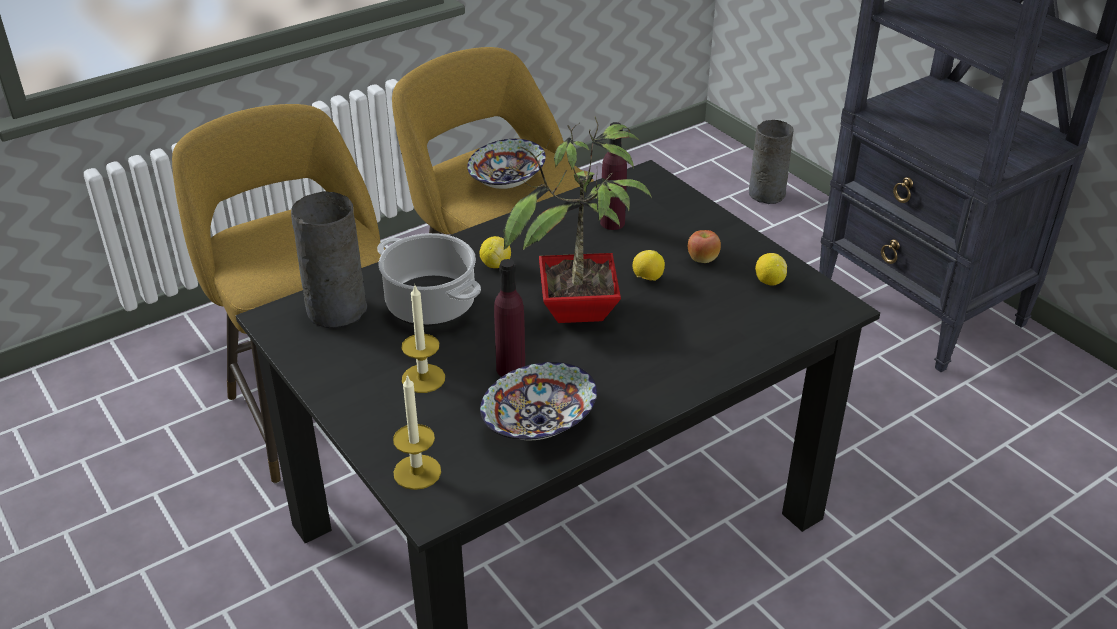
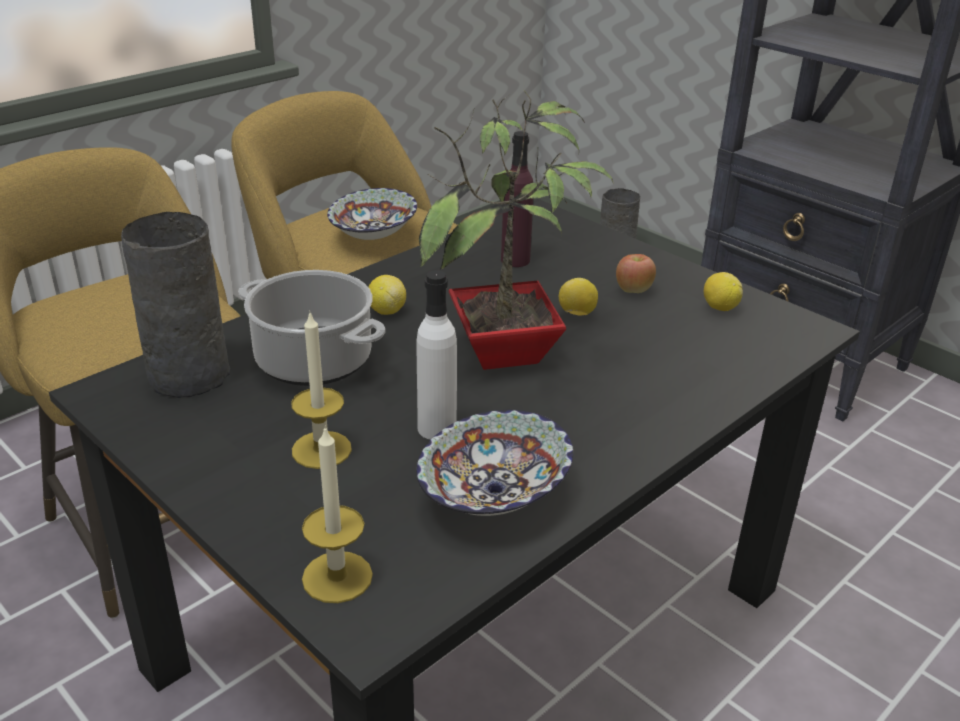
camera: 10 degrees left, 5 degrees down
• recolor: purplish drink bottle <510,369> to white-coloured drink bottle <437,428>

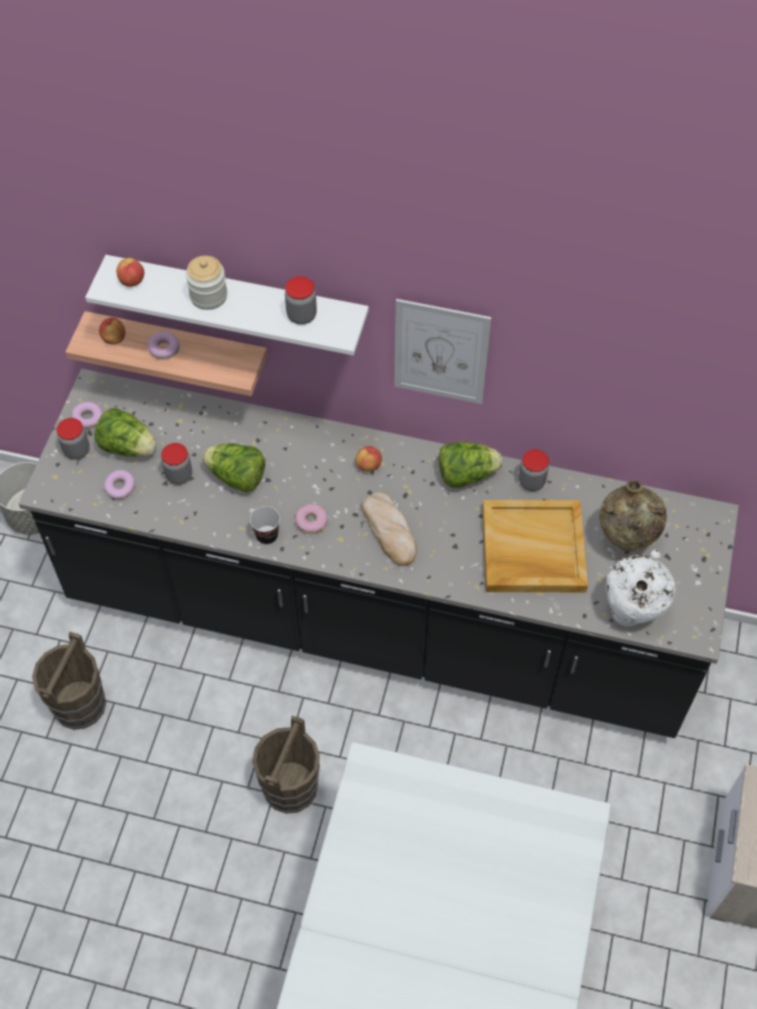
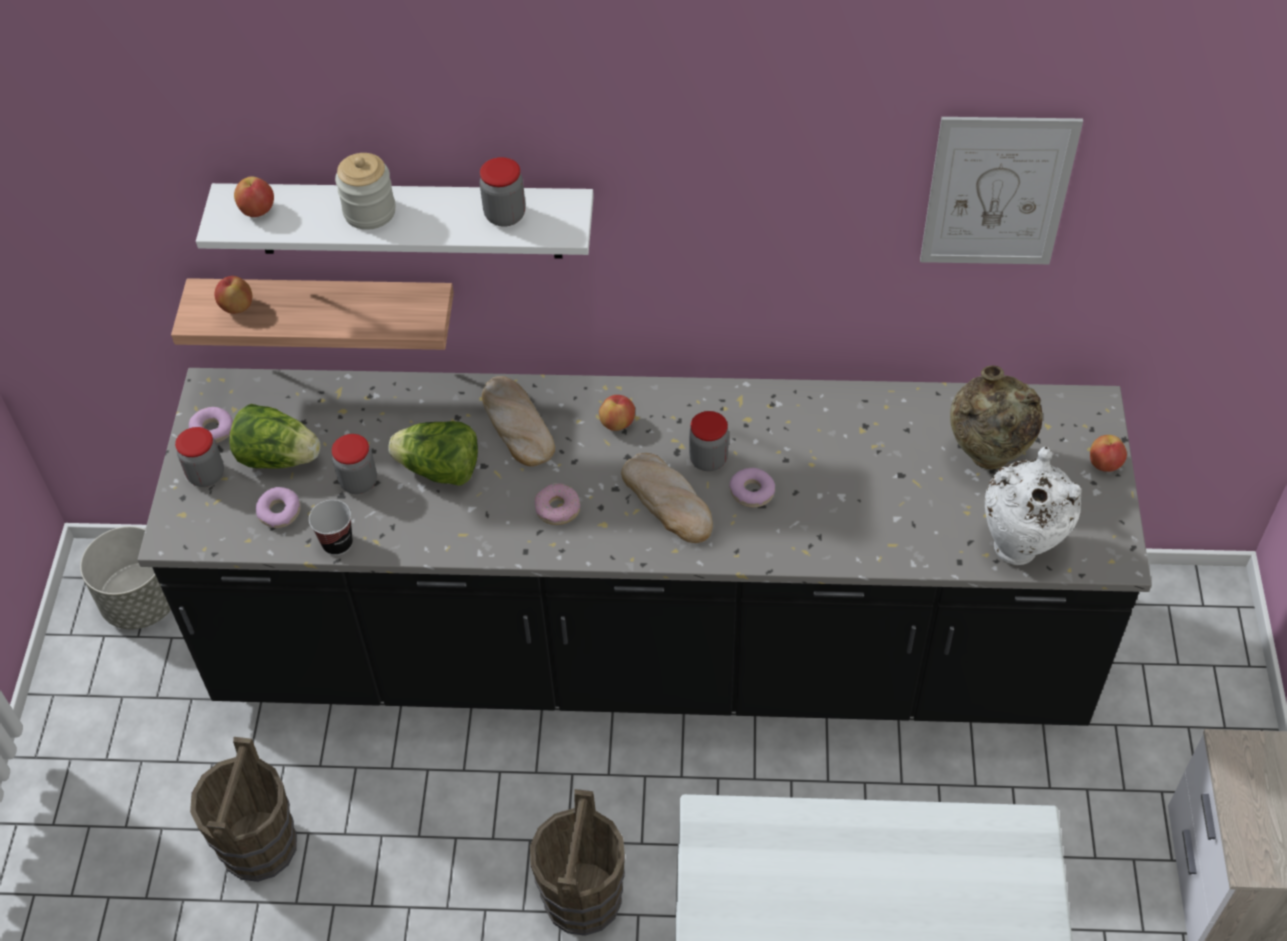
camera: 10 degrees left, 5 degrees down
• move: doughnut <164,349> to <752,492>
• move: drinking cup <267,535> to <337,543>
• move: wall art <441,352> to <997,192>
• delete: lettuce head <466,474>
• delete: beige-coloured tray <532,549>
• move: storage jar <531,482> to <708,459>
• insert: bread <516,424>
• insert: whole apple <1104,464>

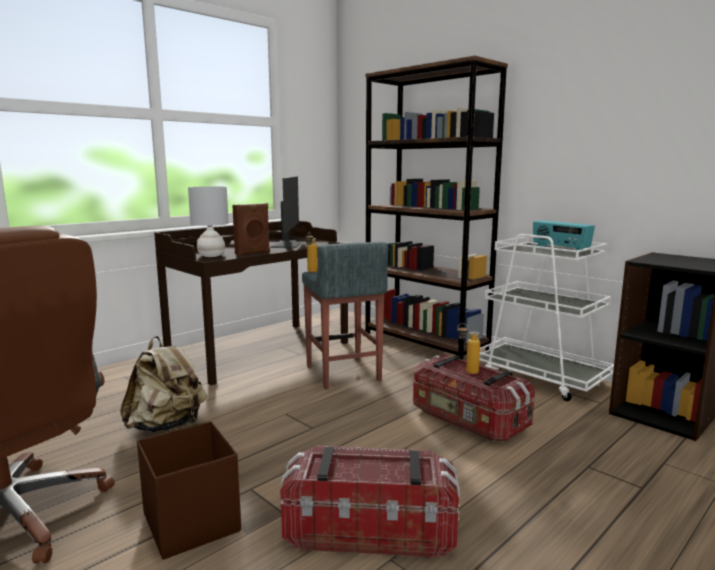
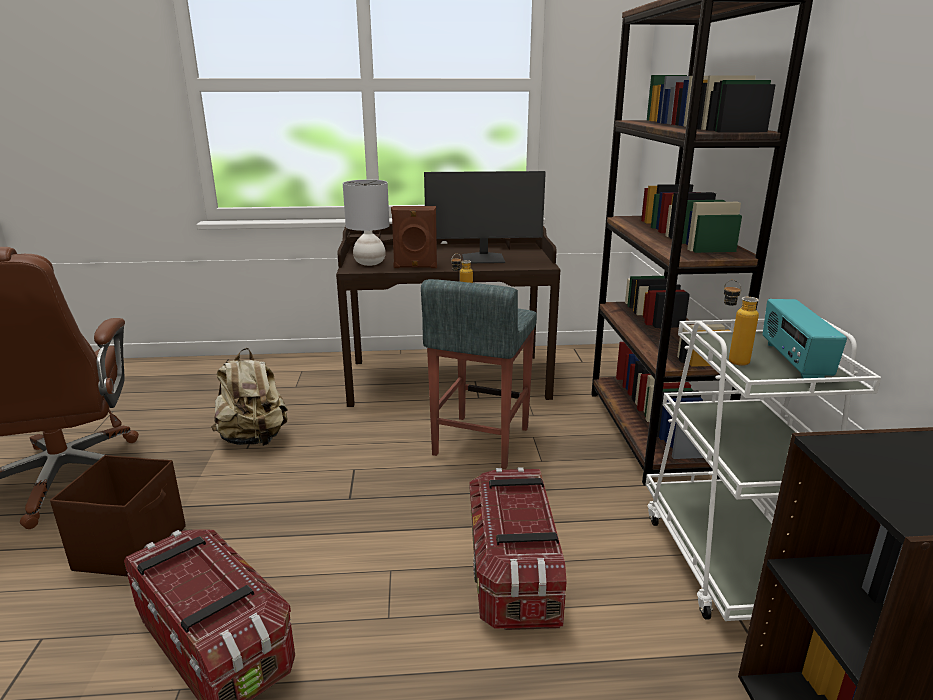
camera: 40 degrees right, 10 degrees up
• rotate: computer display <287,245> = <483,259> 45 degrees clockwise
• move: drink bottle <467,371> to <730,359>

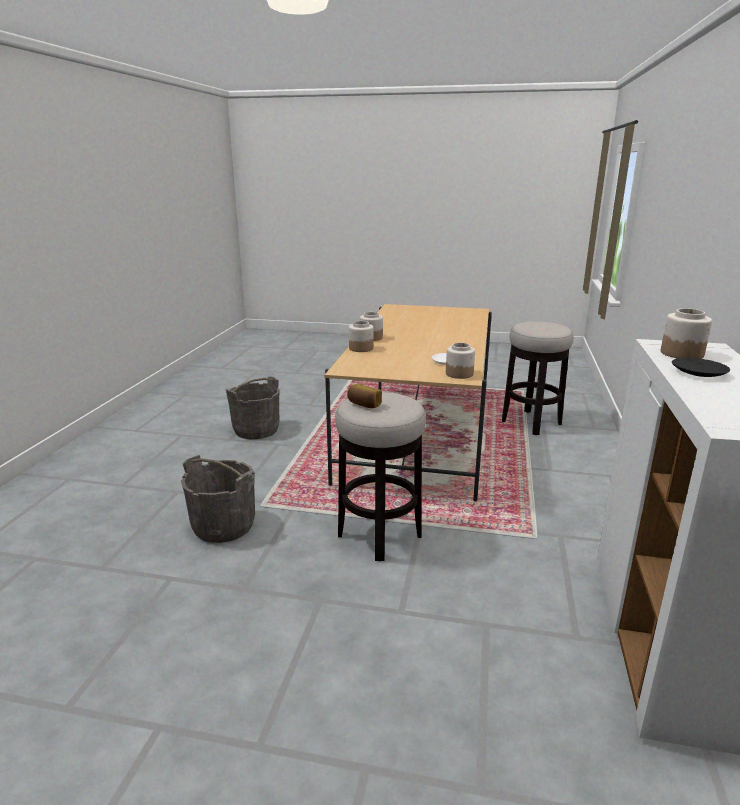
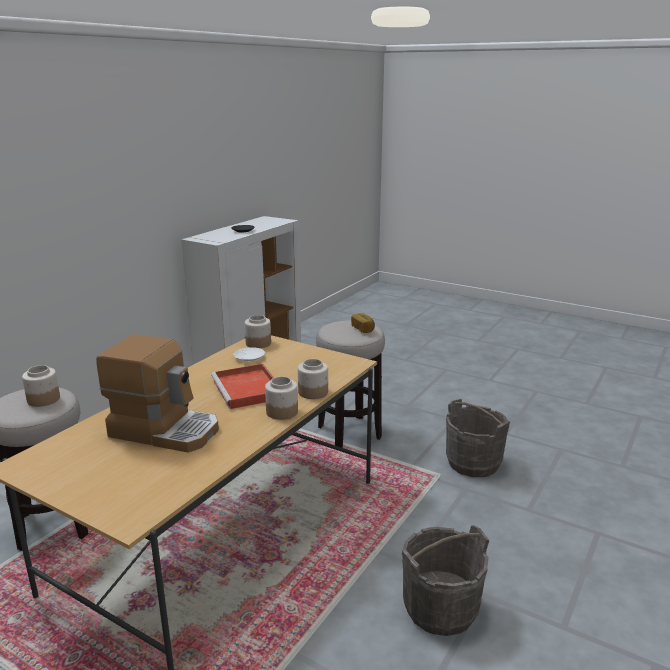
camera: 160 degrees left, 0 degrees up
• move: storage jar <681,353> to <43,399>
• insert: coffee brewer <165,430>
• insert: reddish tray <248,390>

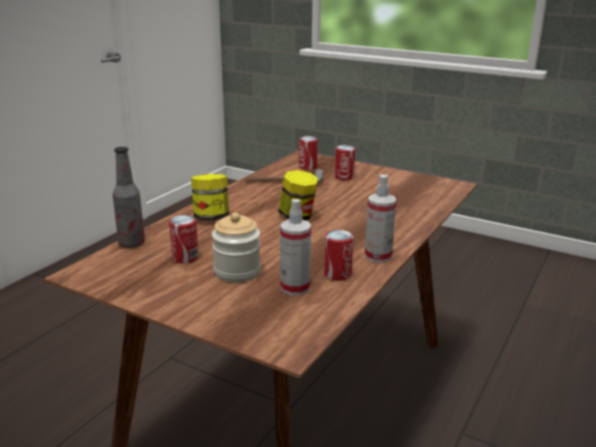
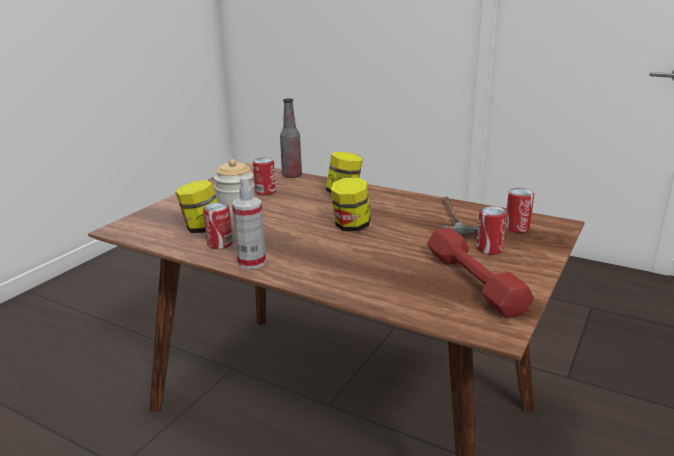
camera: 90 degrees right, 0 degrees up
• replace: spray bottle <295,288> to storage jar <202,228>
• insert: reddish hand weight <473,282>

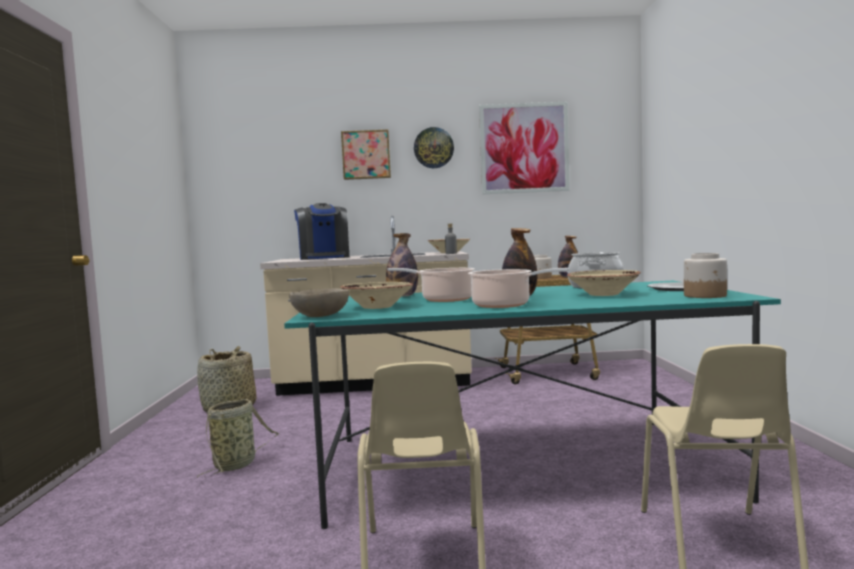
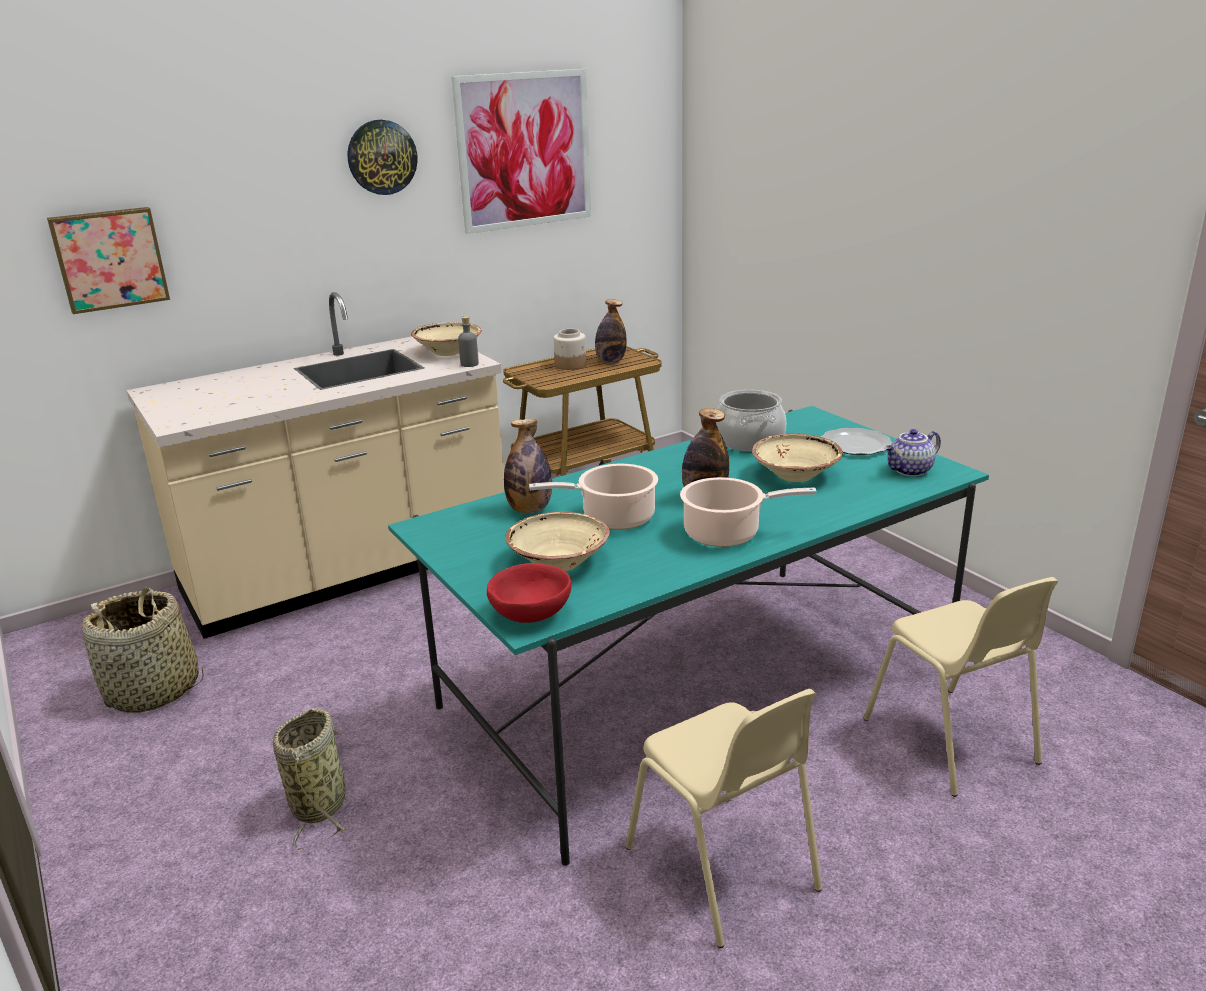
camera: 30 degrees left, 20 degrees up
• recolor: beige-coloured serving bowl <321,316> to reddish serving bowl <531,613>
• delete: coffee brewer <324,258>
• move: wall art <366,155> to <109,259>
• replace: storage jar <705,296> to tea pot <910,471>

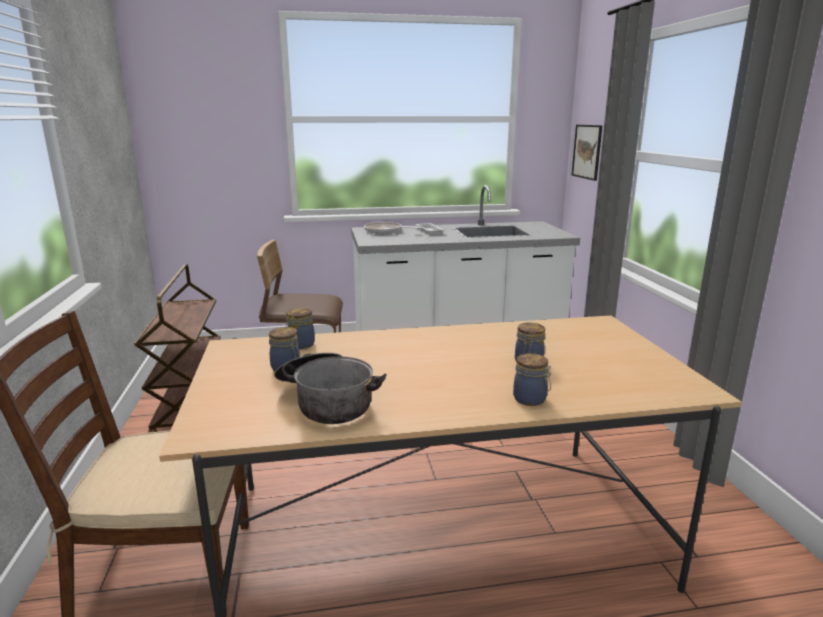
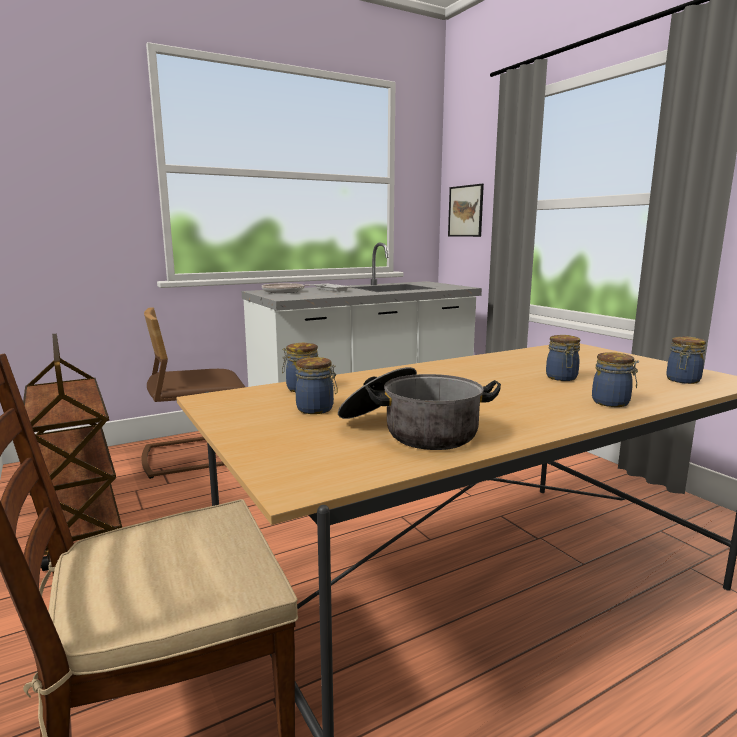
camera: 20 degrees left, 5 degrees down
• insert: storage jar <682,380>

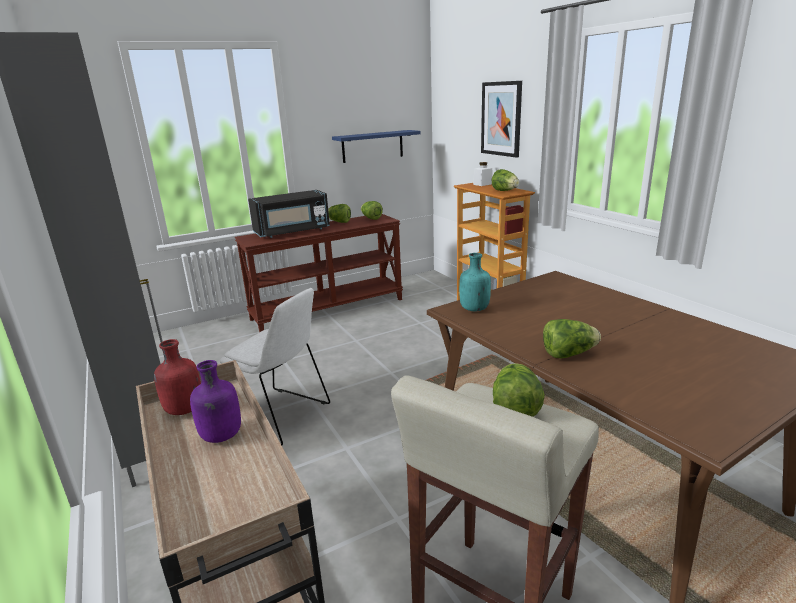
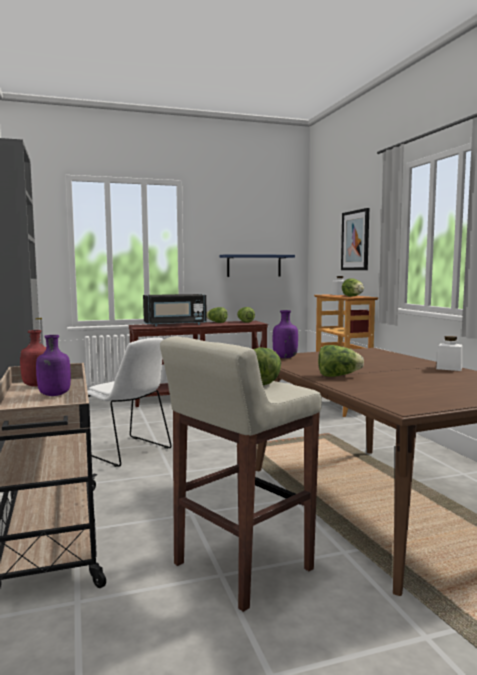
camera: 10 degrees right, 15 degrees down
• recolor: turquoise drink bottle <474,309> to purplish drink bottle <284,357>
• insert: white-coloured storage jar <449,368>

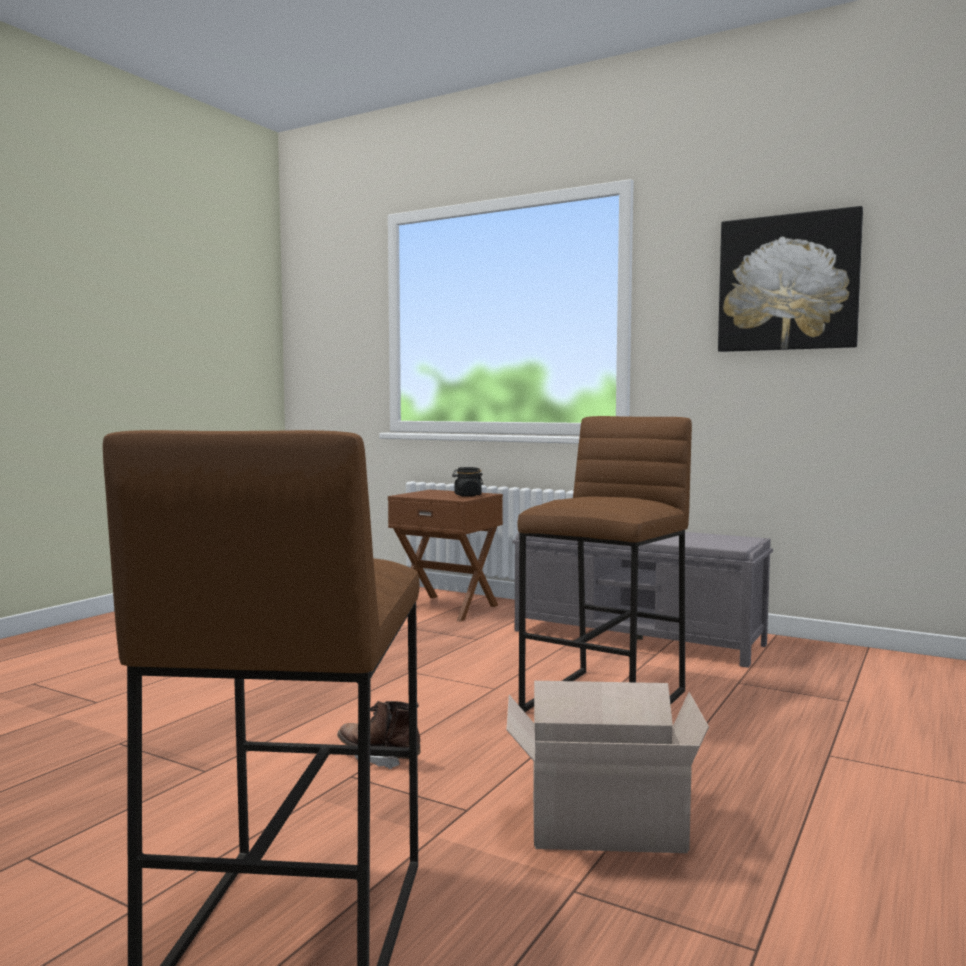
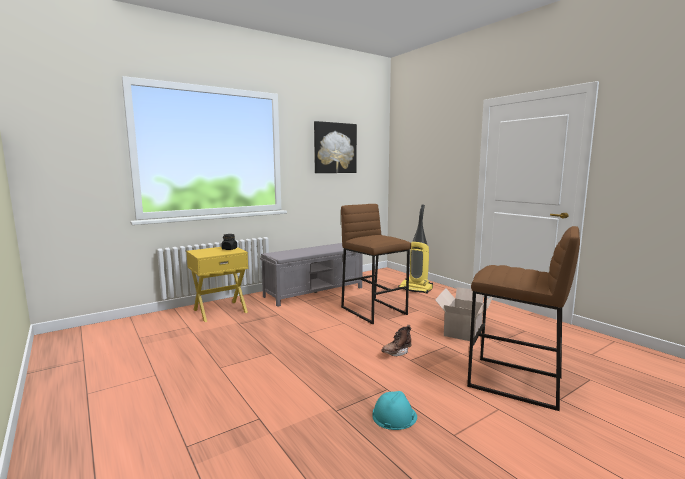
camera: 65 degrees left, 5 degrees up
• recolor: brownish bedside table <447,608> to yellow bedside table <220,311>
• insert: turquoise work helmet <394,416>
• insert: hoover <416,289>

